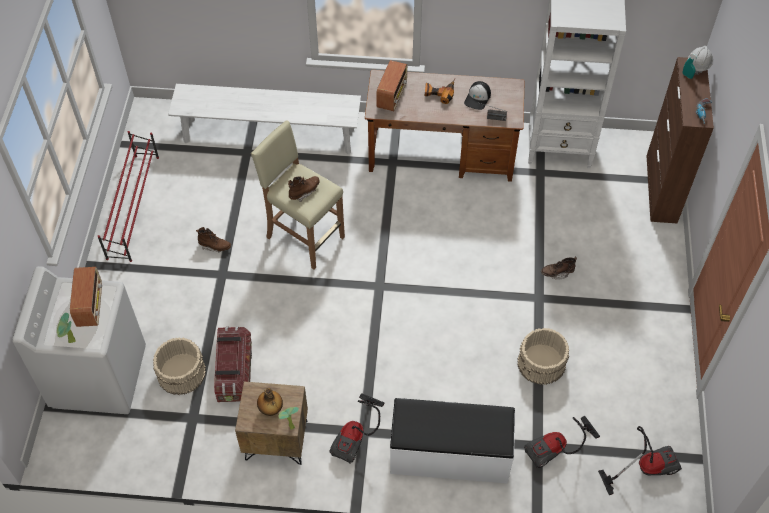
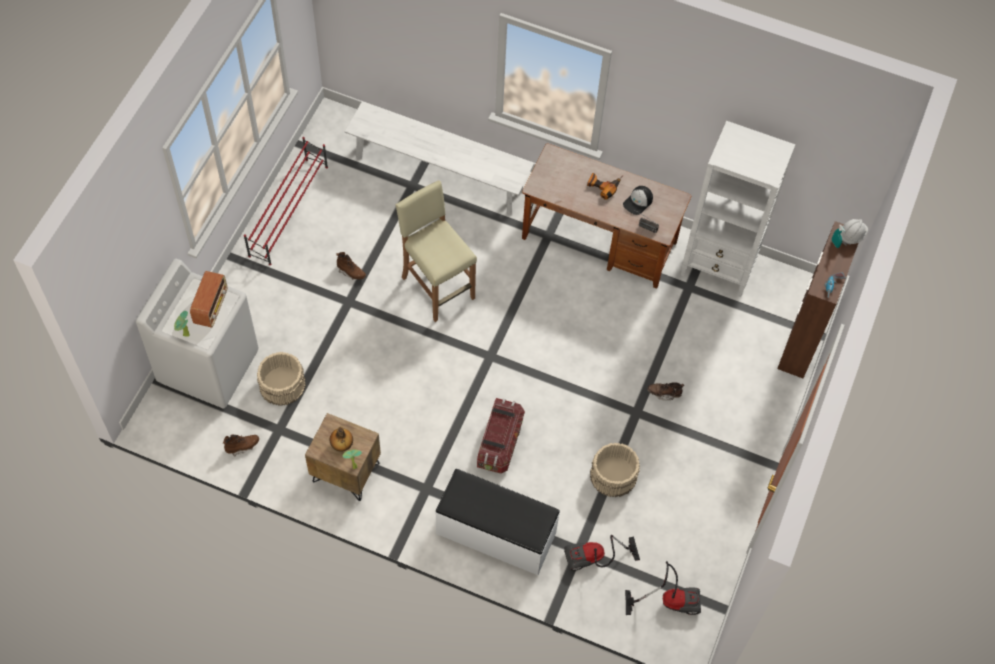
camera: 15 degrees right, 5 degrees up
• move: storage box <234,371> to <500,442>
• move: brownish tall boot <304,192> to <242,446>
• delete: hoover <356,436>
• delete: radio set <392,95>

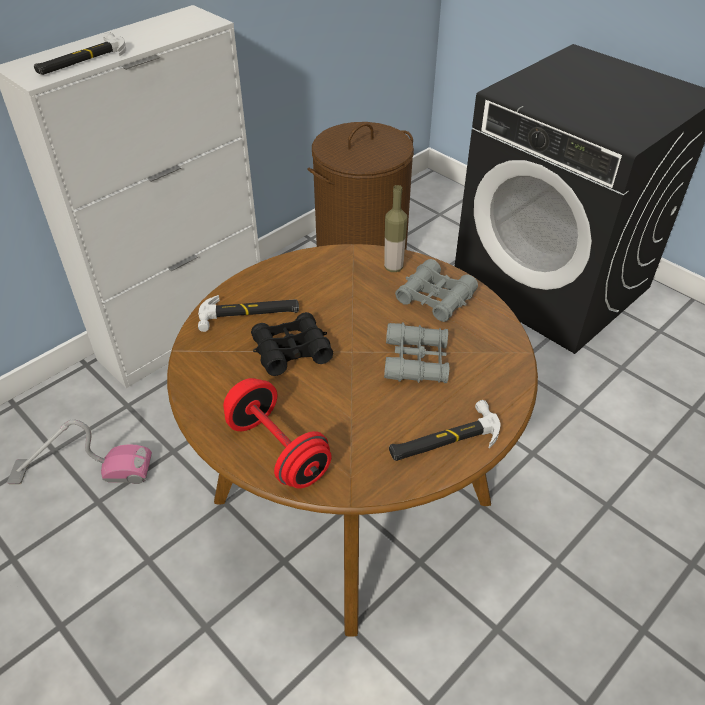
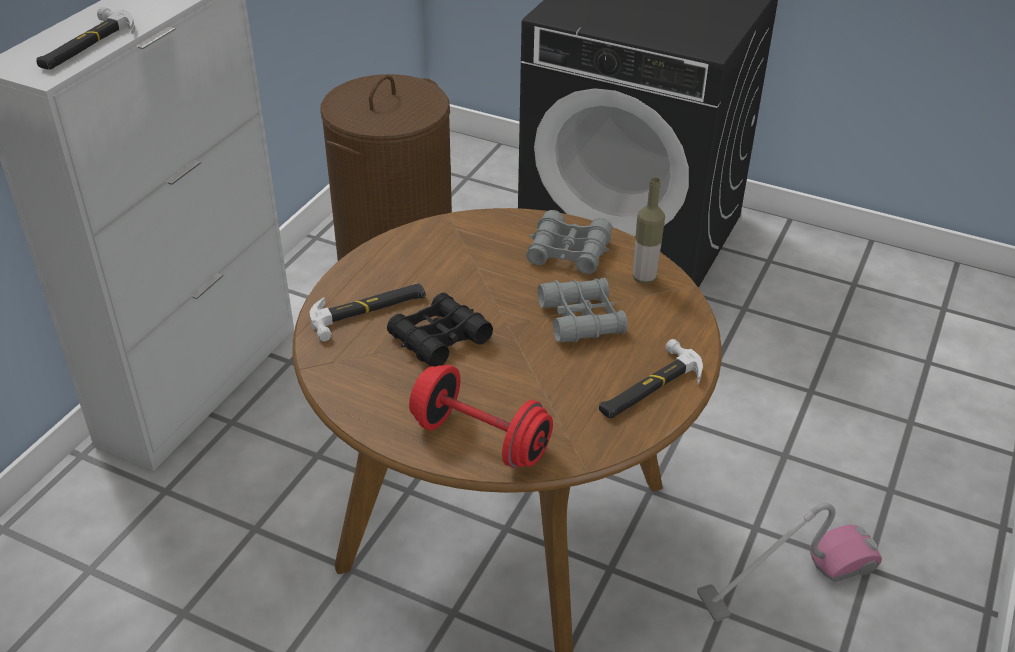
camera: 20 degrees left, 5 degrees down
• move: hoover <82,471> to <788,579>
• move: drink bottle <393,267> to <644,278>

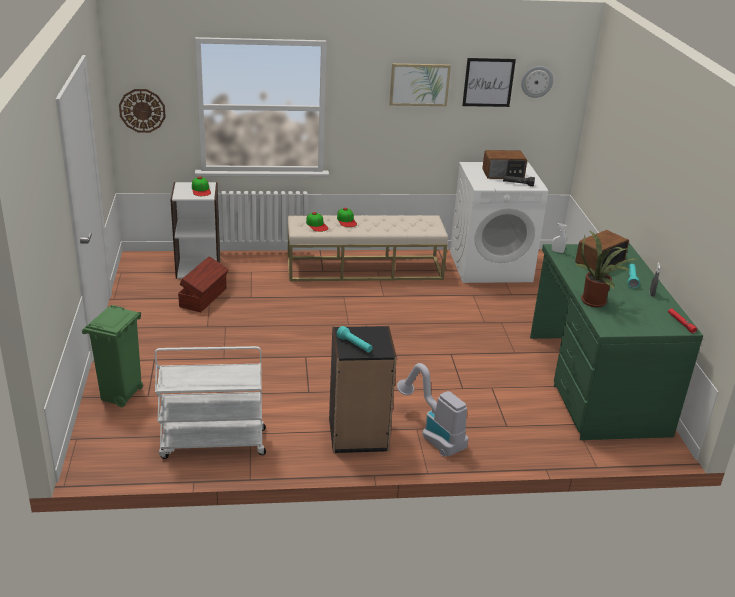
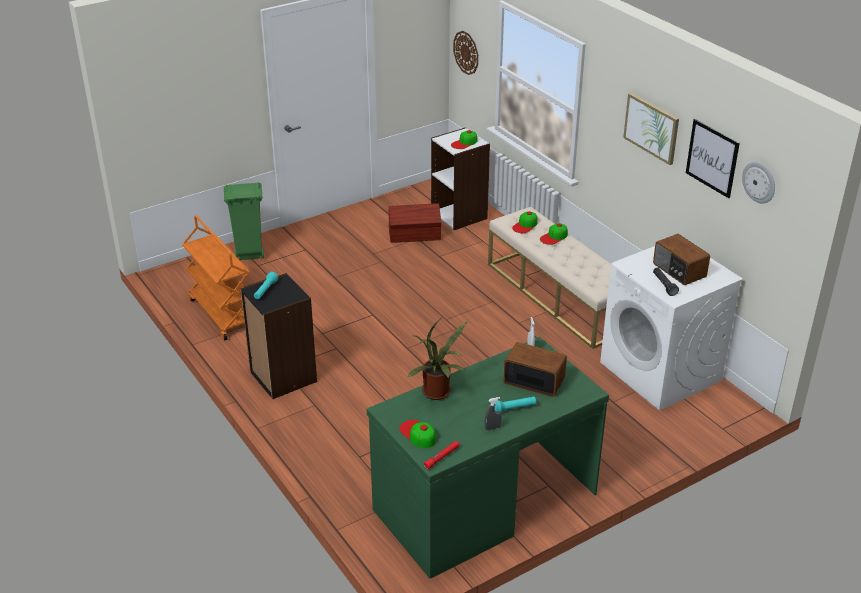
camera: 65 degrees right, 5 degrees up
• recolor: white-coloured trolley <212,444> to orangey trolley <221,314>
• delete: hoover <432,434>
• insert: peaked cap <418,434>

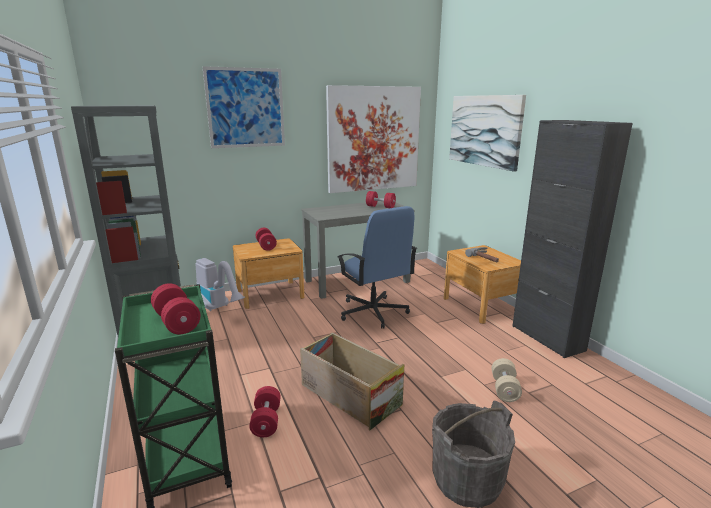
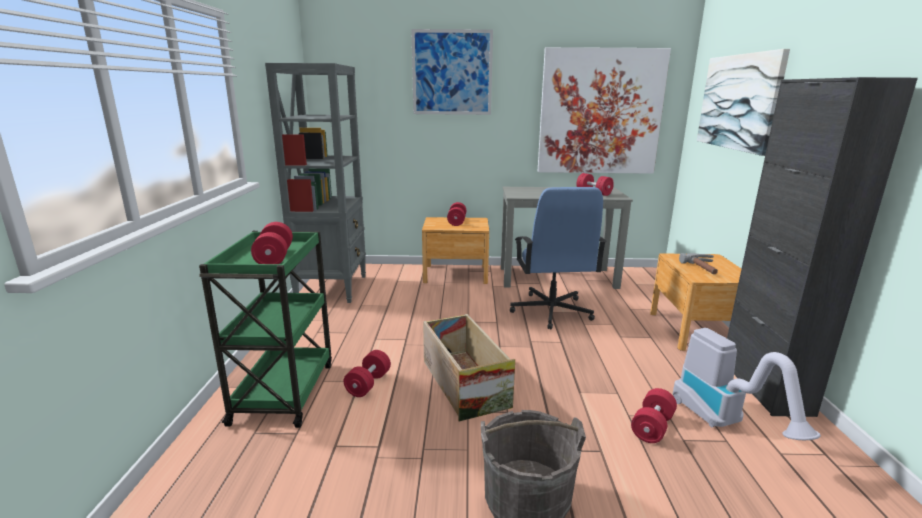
camera: 25 degrees right, 0 degrees up
• move: hoover <219,308> to <725,424>
• recolor: beige-coloured hand weight <504,389> to reddish hand weight <652,427>

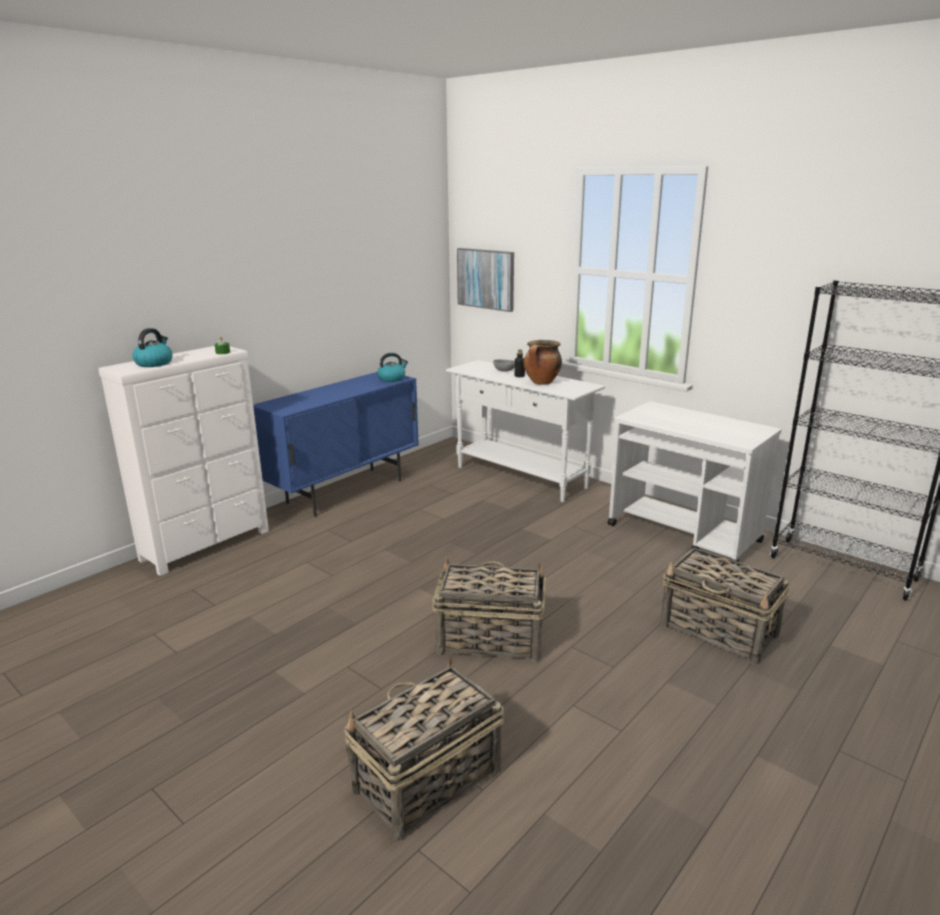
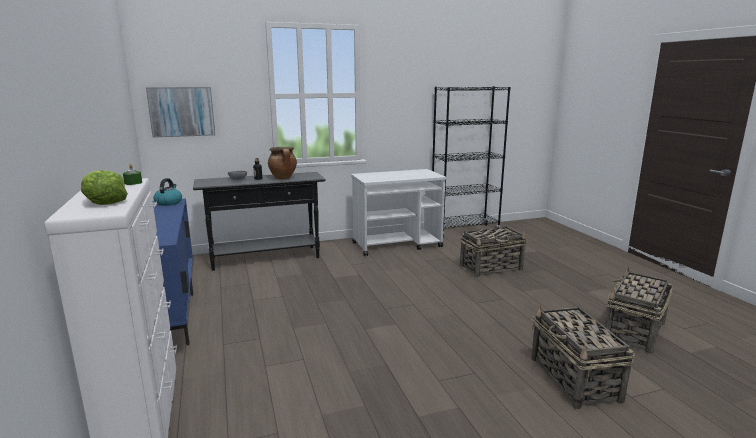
camera: 60 degrees left, 5 degrees down
• replace: kettle <154,363> to lettuce head <104,202>
• move: household basket <489,639> to <633,331>
• recolor: white-coloured console table <520,477> to blackish console table <266,258>

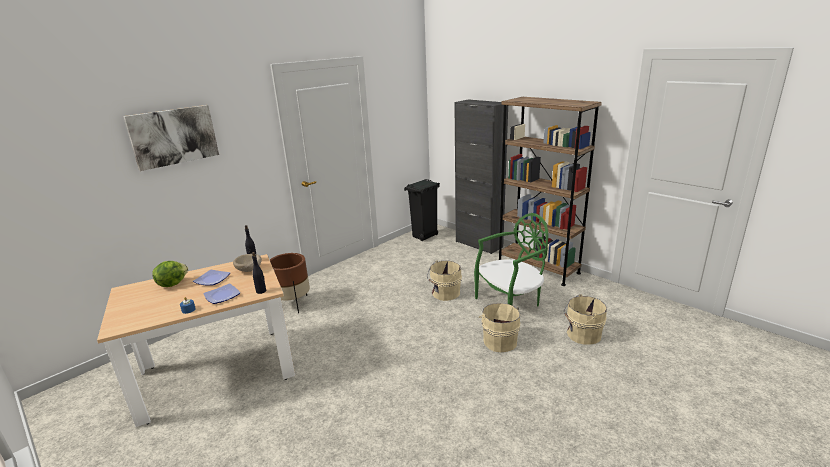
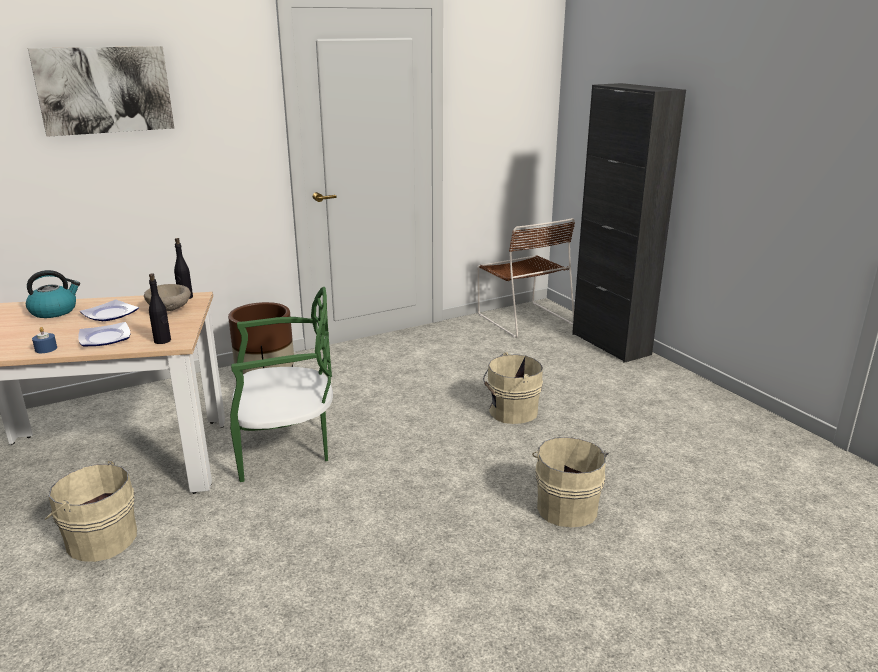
camera: 15 degrees right, 0 degrees up
• replace: lettuce head <172,284> to kettle <54,311>
• replace: blackish waste bin <424,236> to brownish upright chair <523,318>
• move: greenish upright chair <510,304> to <286,448>
• delete: brownish shelving unit <538,267>
• move: beige-coloured water bucket <582,334> to <100,539>

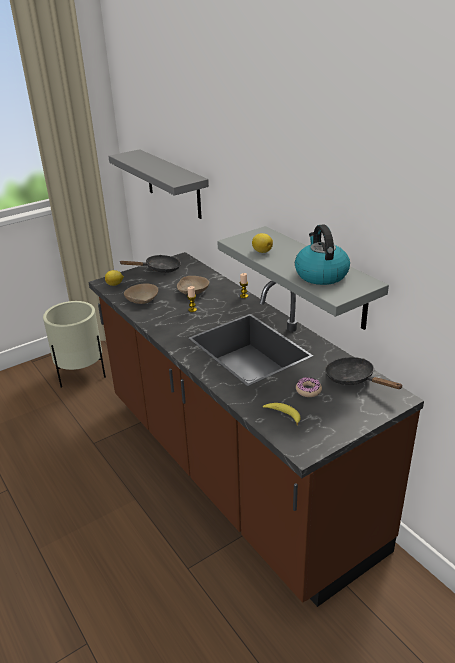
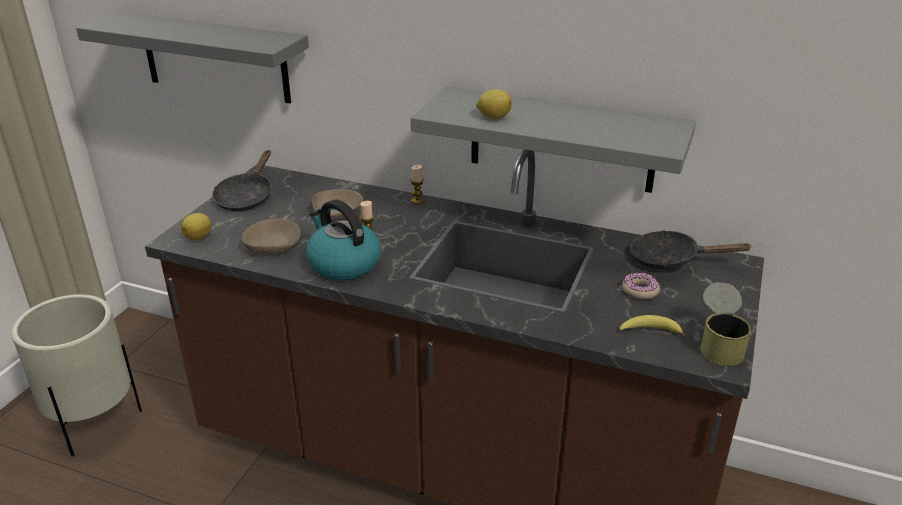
camera: 35 degrees left, 0 degrees up
• rotate: blackish frying pan <159,269> = <246,197> 150 degrees clockwise
• move: kettle <320,274> to <343,264>
• insert: sealed can <719,343>

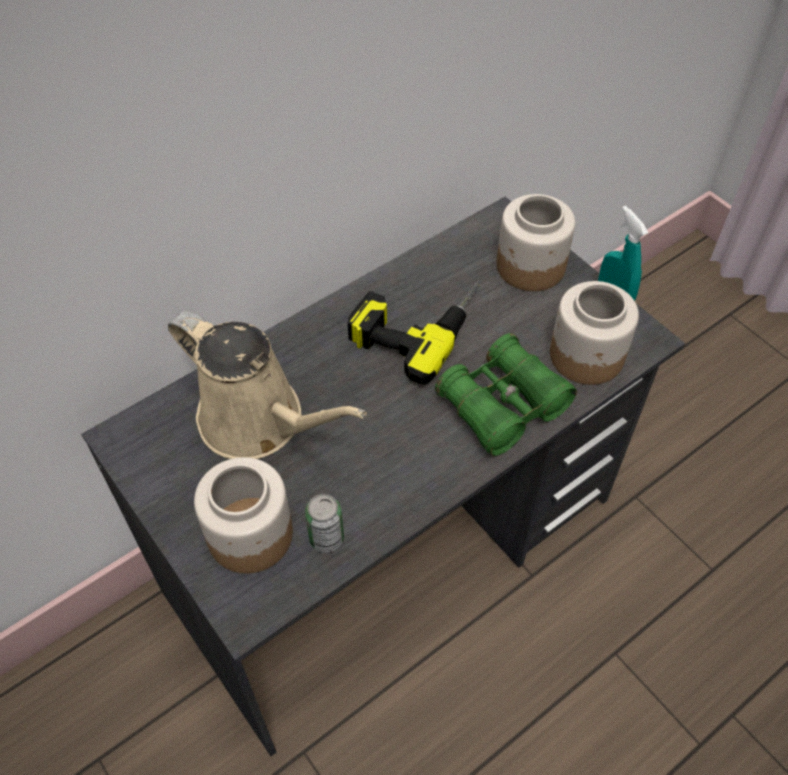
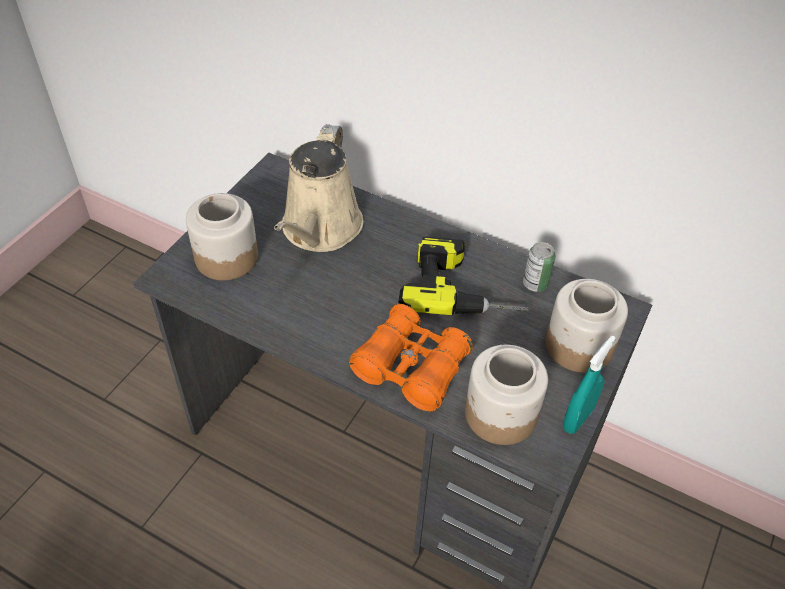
camera: 65 degrees right, 5 degrees down
• move: sealed can <326,538> to <535,284>
• recolor: greenish field glasses <503,405> to orangey field glasses <411,368>

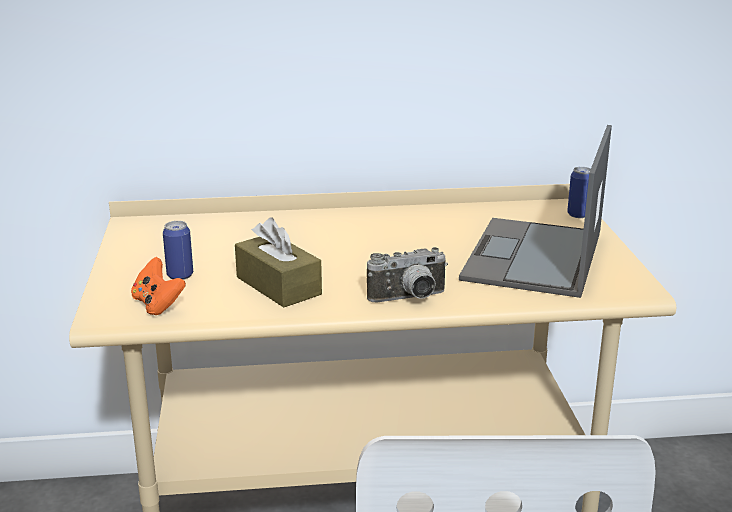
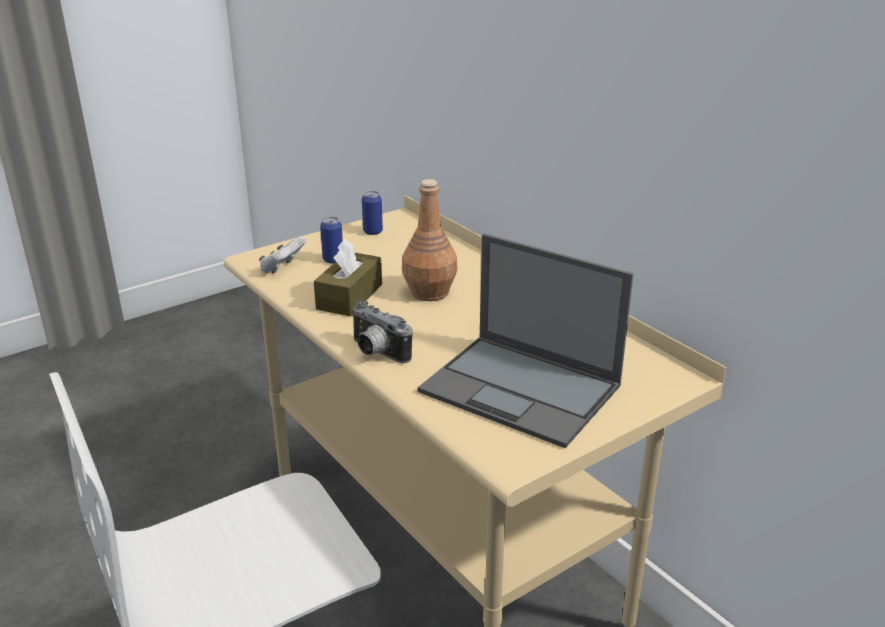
camera: 60 degrees right, 5 degrees up
• recolor: orangey joypad <157,305> to white-coloured joypad <282,268>
• rotate: laptop <533,258> = <522,389> 135 degrees counterclockwise
• move: sealed can <578,214> to <373,231>
• insert: brownish drink bottle <430,292>

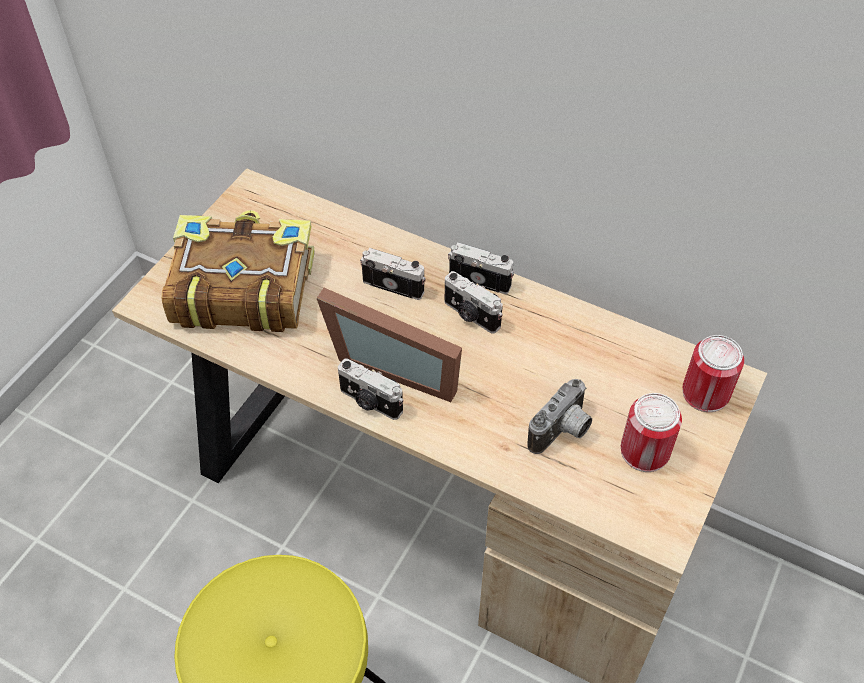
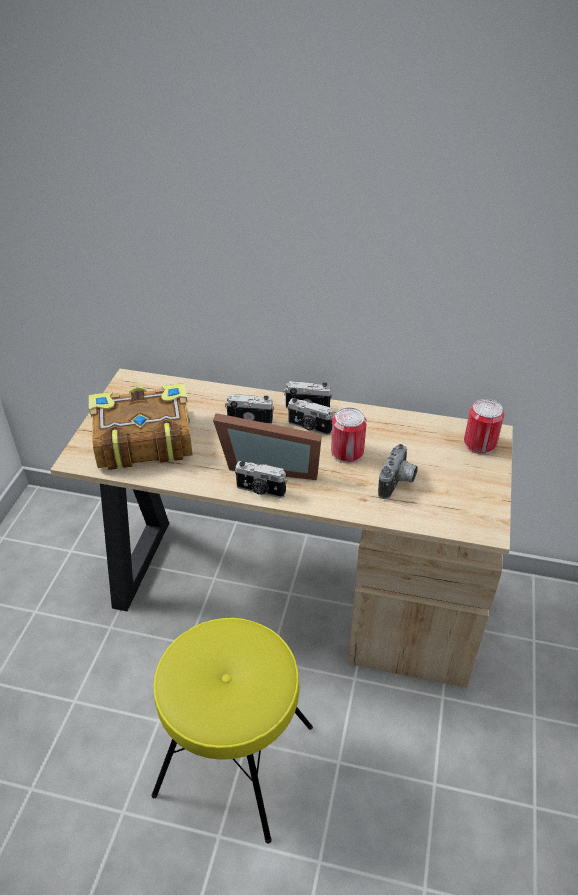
camera: 15 degrees left, 10 degrees down
• move: sealed can <644,451> to <347,452>

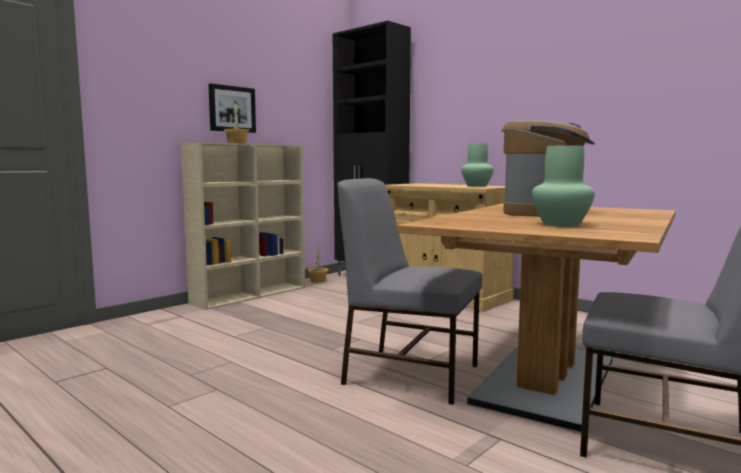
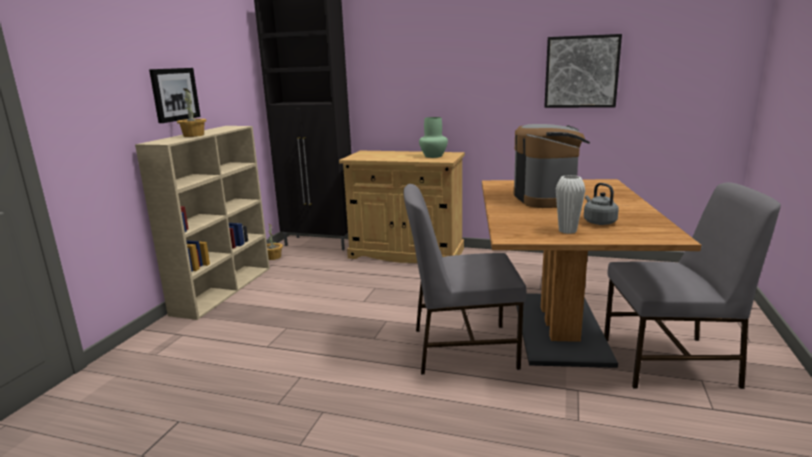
camera: 25 degrees left, 10 degrees up
• replace: greenish flower vase <560,224> to greyish kettle <598,222>
• insert: wall art <581,72>
• insert: white-coloured flower vase <567,231>

